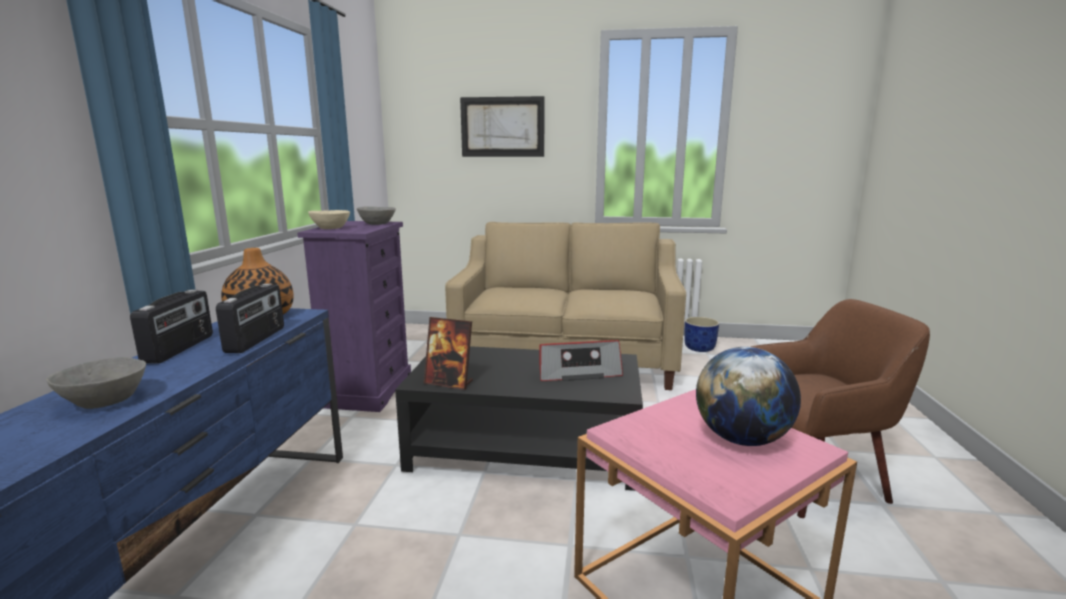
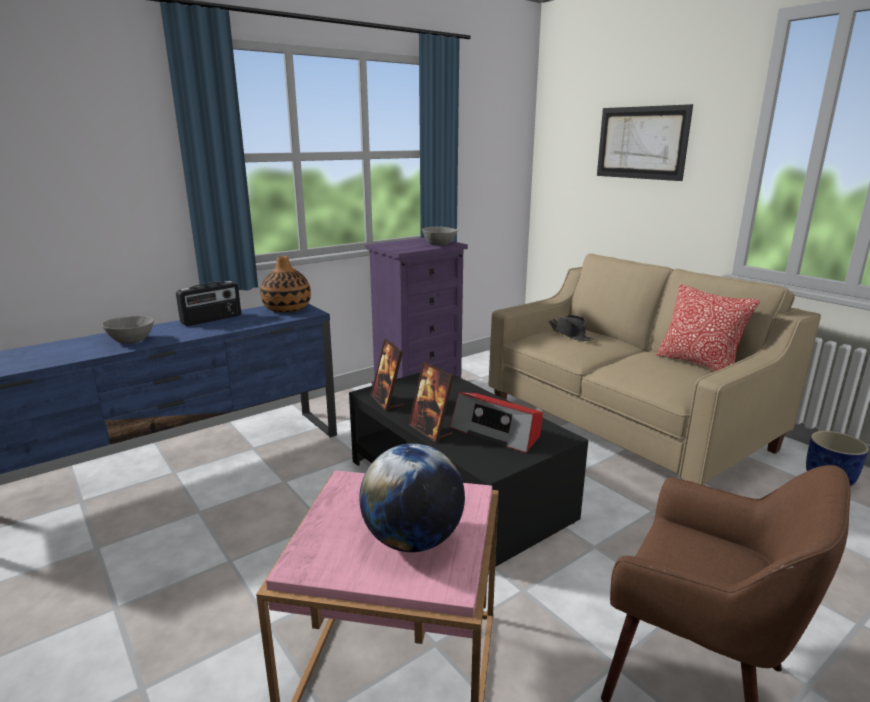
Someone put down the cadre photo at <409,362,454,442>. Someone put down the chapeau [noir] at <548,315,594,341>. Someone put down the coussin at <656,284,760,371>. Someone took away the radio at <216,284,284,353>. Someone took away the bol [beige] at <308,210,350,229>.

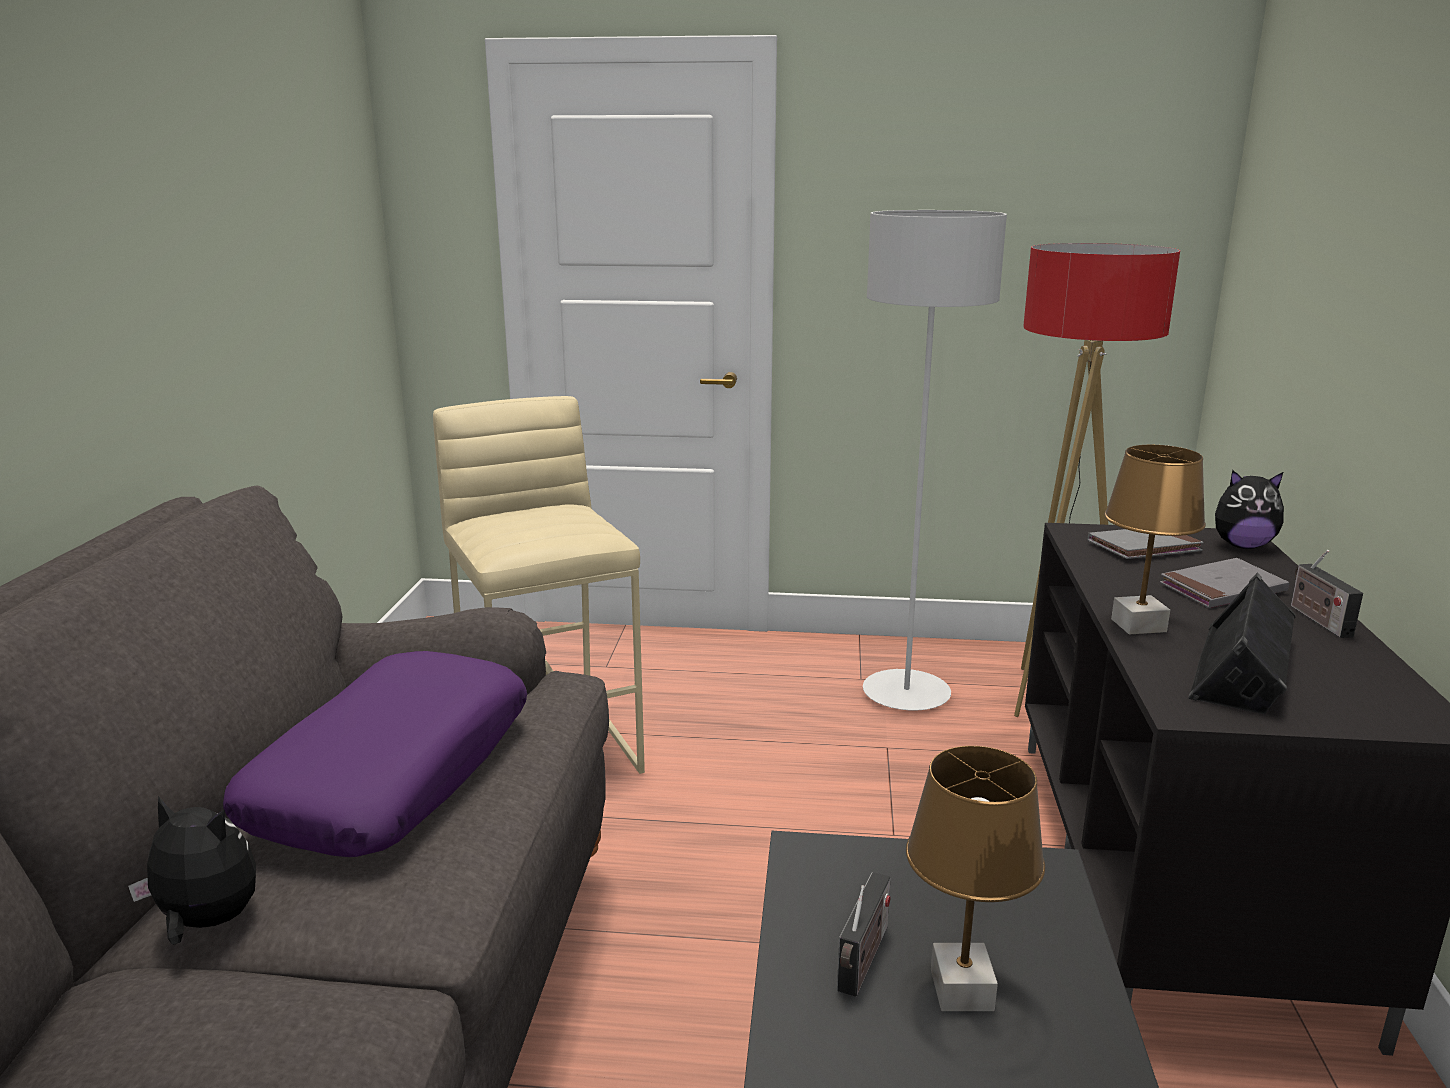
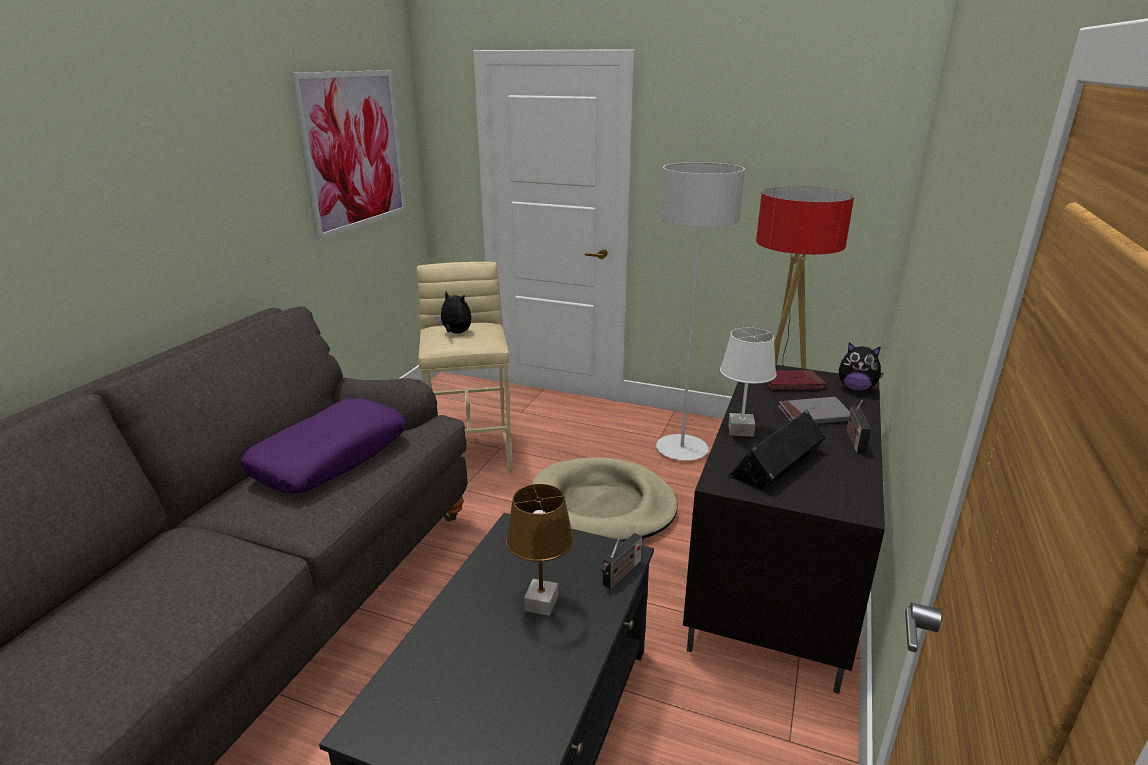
Someone put up the tableau at <290,70,406,240>. Someone carried the peluche from <128,796,256,945> to <435,292,472,334>. Someone put down the panier pour chien [beige] at <531,457,678,541>. Someone carried the radio from <837,872,891,997> to <602,533,642,589>. Someone repainted the lampe de table [marron] at <1104,445,1206,634>, which became the lampe de table [blanc] at <720,328,776,437>. Someone repainted the livre [gris] at <1088,529,1204,559>, which became the livre [rouge] at <766,370,827,390>.

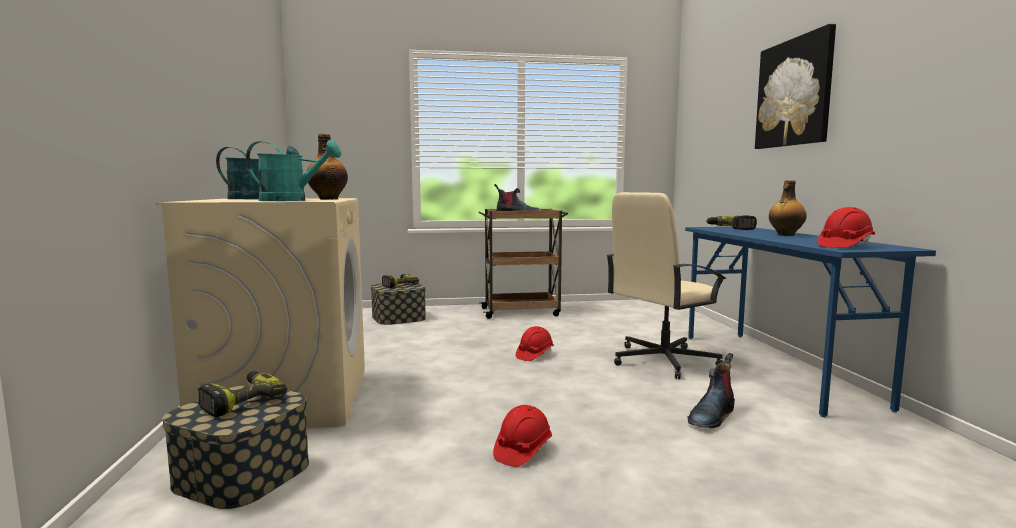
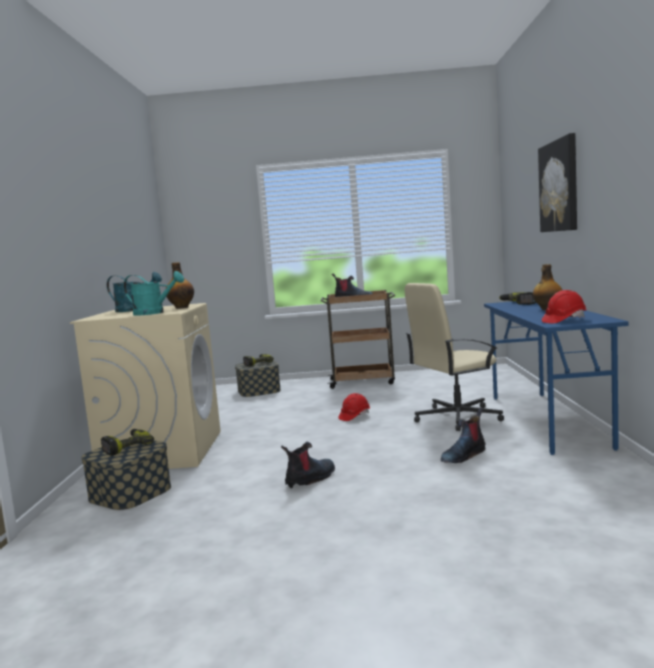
Someone swapped the casque de chantier [rouge] at <493,405,552,467> for the botte at <281,442,335,488>.

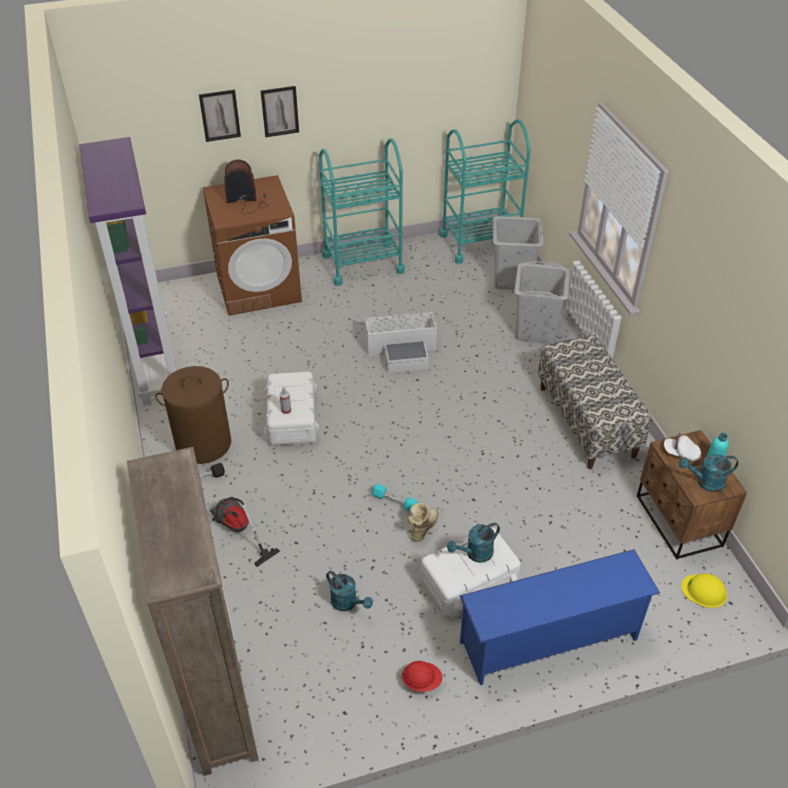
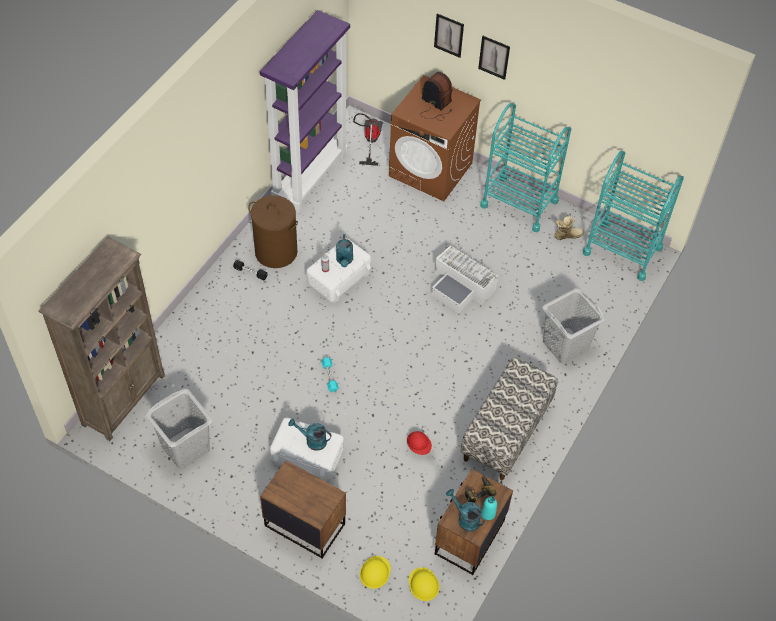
Someone carried the panier à linge [gris] from <493,216,544,290> to <145,388,213,469>. Someone swapped the étagère à chaussures [bleu] at <460,549,660,685> for the table de chevet [marron] at <260,460,346,559>. Someone carried the arrosoir [turquoise] from <326,571,373,611> to <336,234,353,267>. Someone carried the aspirateur from <210,497,280,567> to <353,113,383,166>. Someone put down the casque de chantier [jaune] at <360,556,391,589>. Someone carried the casque de chantier [rouge] from <402,661,443,692> to <407,431,432,455>. Someone swapped the casquette [blanc] at <664,433,701,461> for the perceuse at <465,475,497,503>. Someone carried the botte from <407,503,439,542> to <554,216,584,240>.

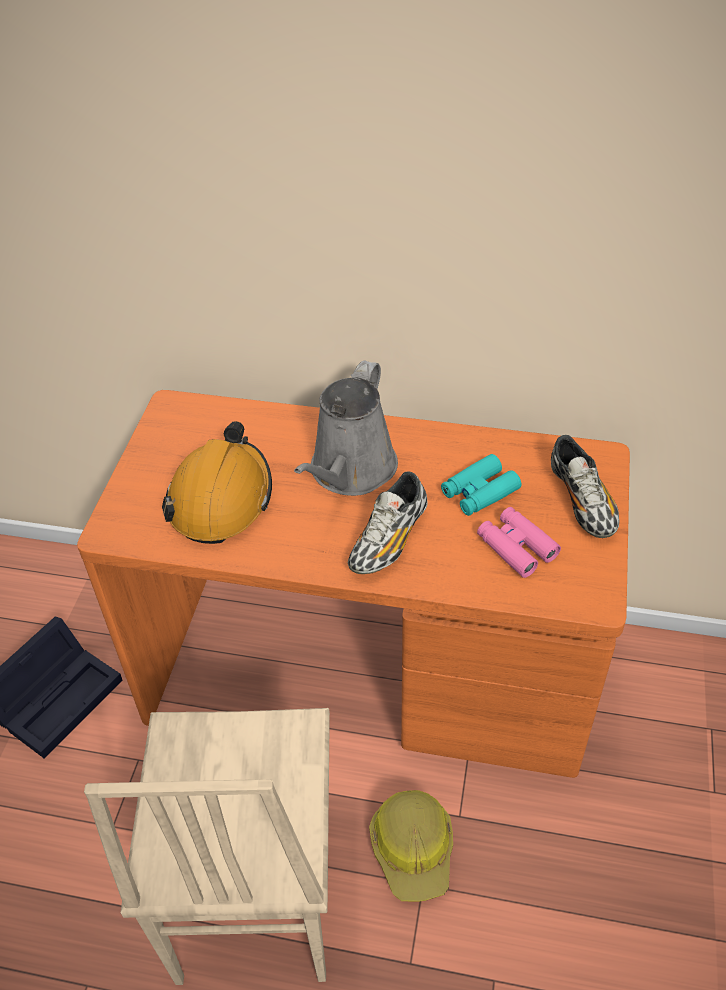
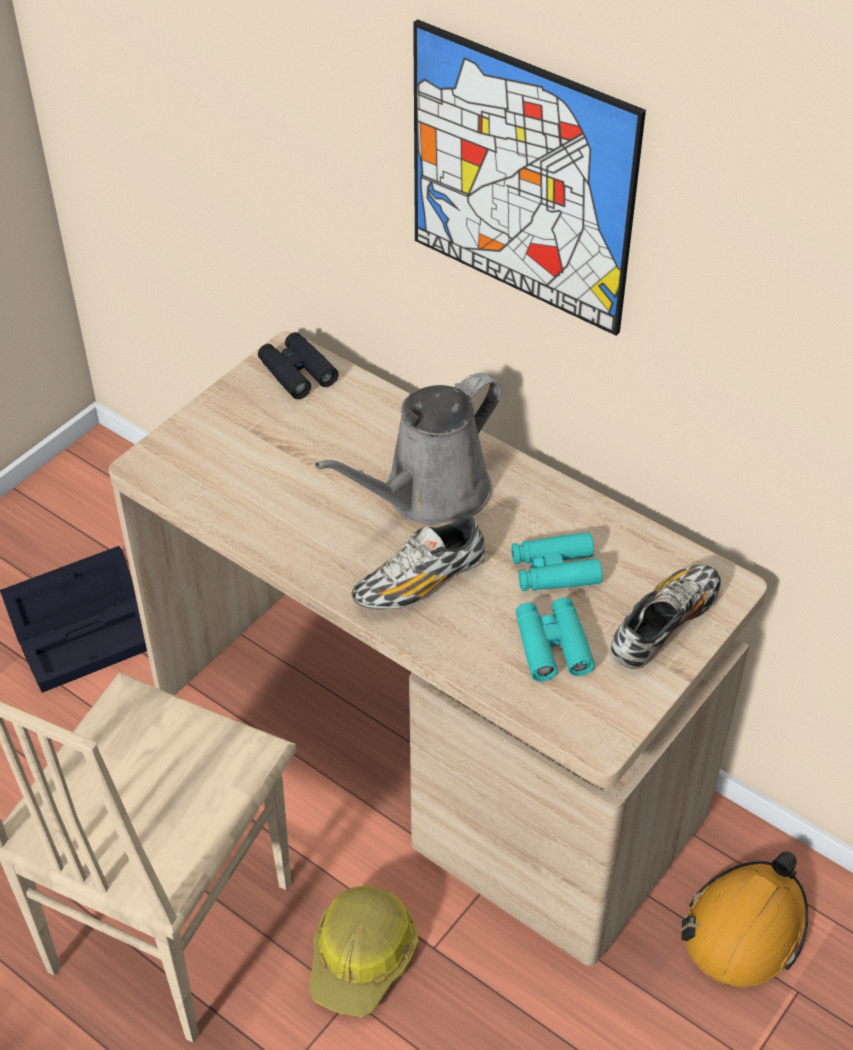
Someone repainted the bureau [orange] at <77,390,630,778>, which became the bureau [beige] at <108,331,767,967>. Someone put down the jumelles [noir] at <258,332,339,399>. Someone put up the tableau at <413,19,646,336>. Someone repainted the jumelles [rose] at <477,507,561,578>, which became the jumelles [turquoise] at <516,598,595,682>. Someone rotated the chaussure at <551,435,620,538> by 150 degrees counterclockwise. Someone carried the casque de chantier [orange] from <162,421,272,544> to <681,851,808,987>.

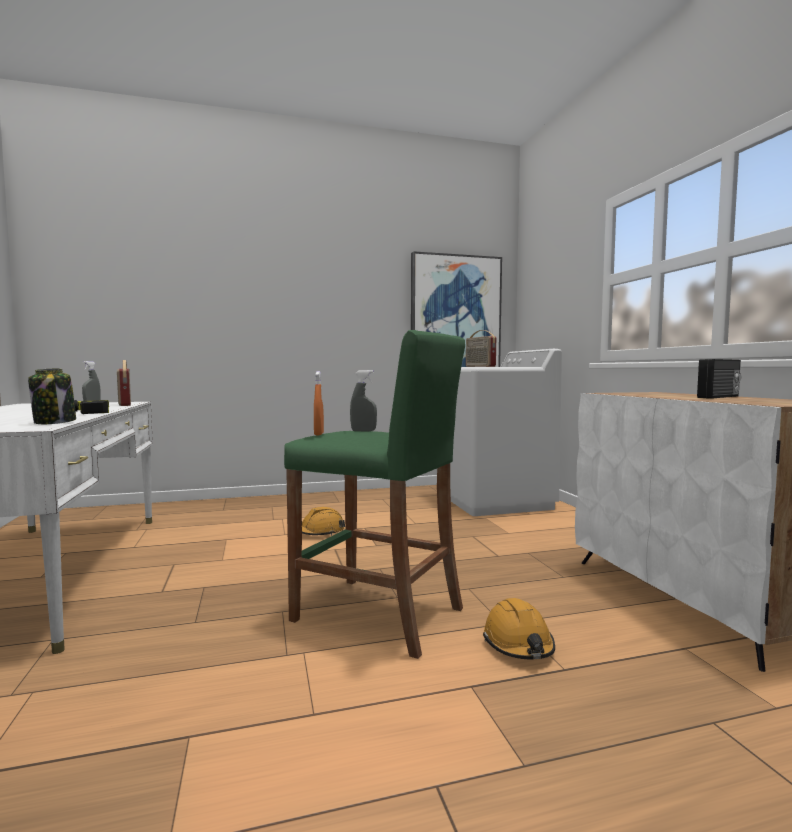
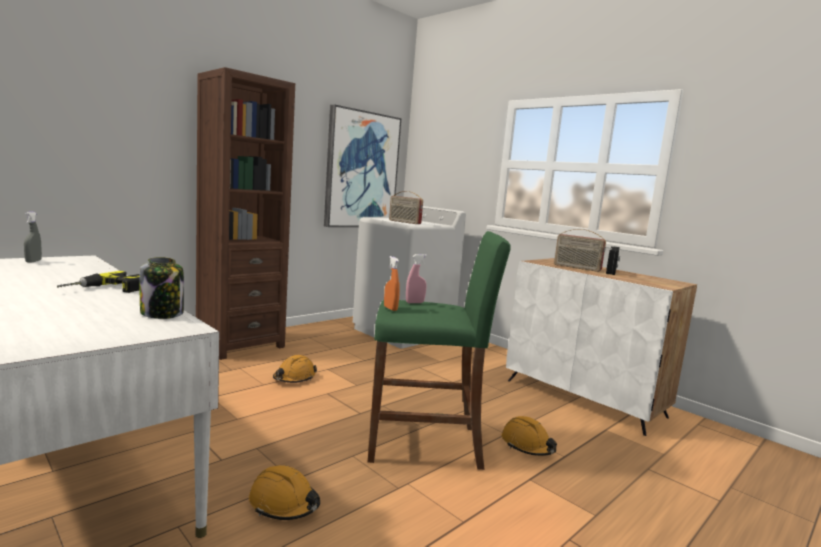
Someone put down the bibliothèque [marron] at <196,67,295,360>. Someone put down the casque de chantier [orange] at <249,465,320,520>. Someone repainted the vaporisateur [gris] at <350,370,377,431>, which became the vaporisateur [rose] at <406,254,427,303>. Someone carried the radio from <117,360,131,406> to <554,229,606,272>.

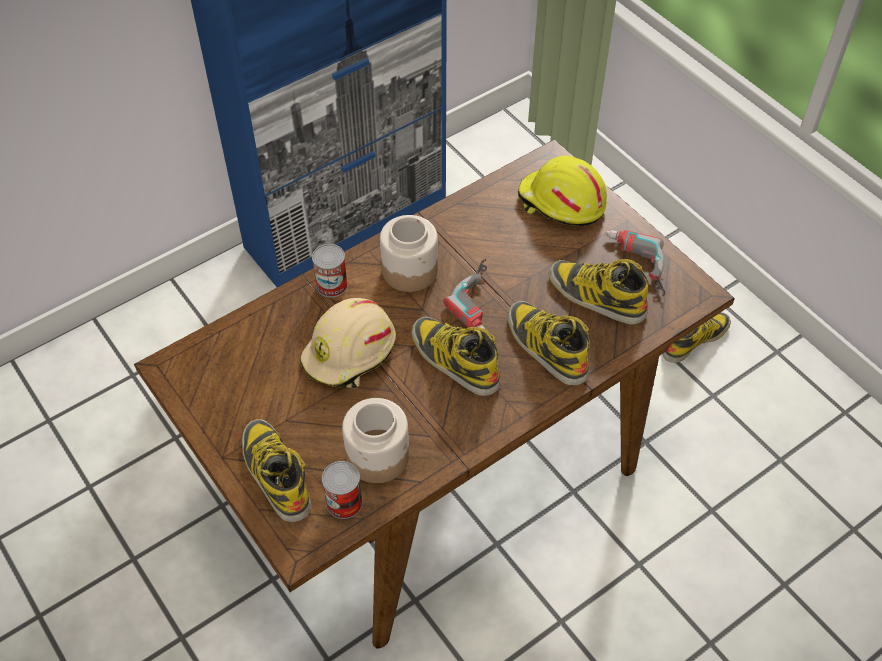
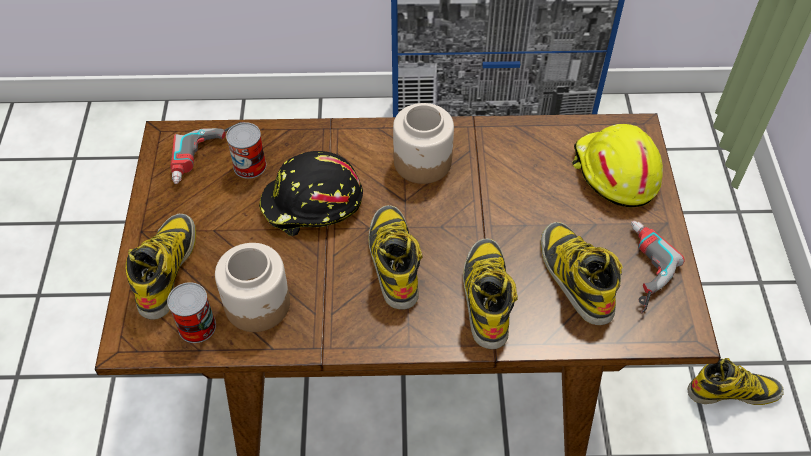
Someone carried the perceuse from <443,259,487,330> to <170,122,243,184>. Someone carried the boîte métallique from <312,244,348,297> to <226,122,266,179>. Someone repainted the casque de chantier [beige] at <300,298,396,389>, which became the casque de chantier [noir] at <259,151,363,236>.

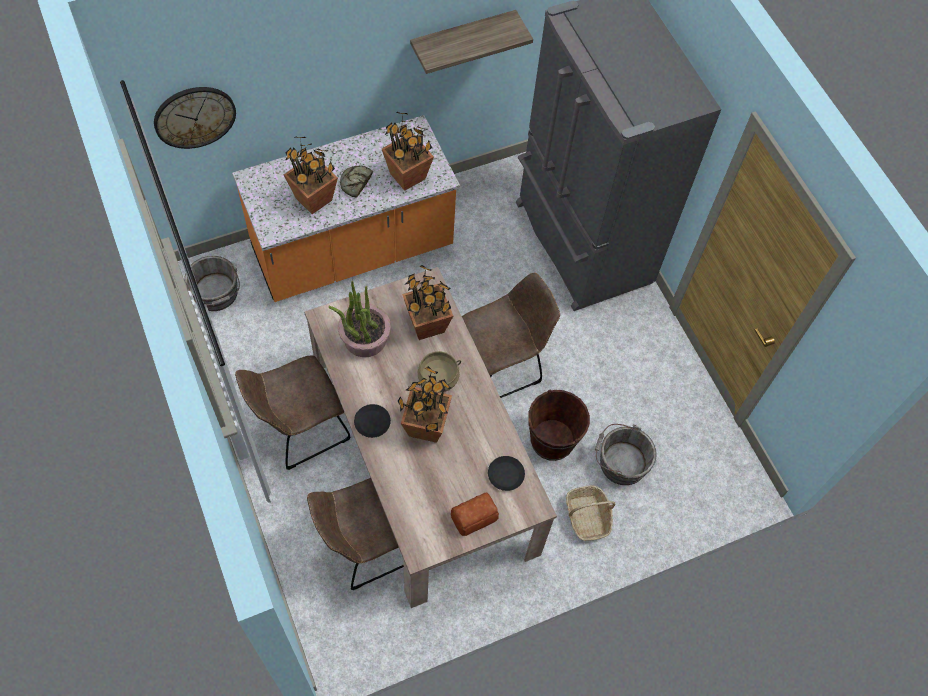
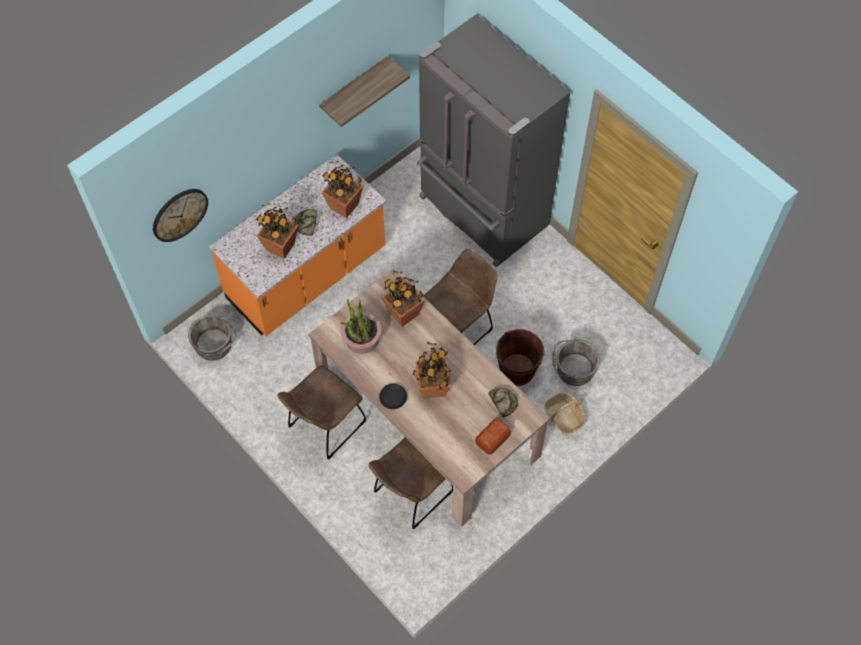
Someone swapped the assiette [noir] at <488,456,525,491> for the pain at <488,387,518,417>. Someone took away the marmite [beige] at <417,351,461,393>.

